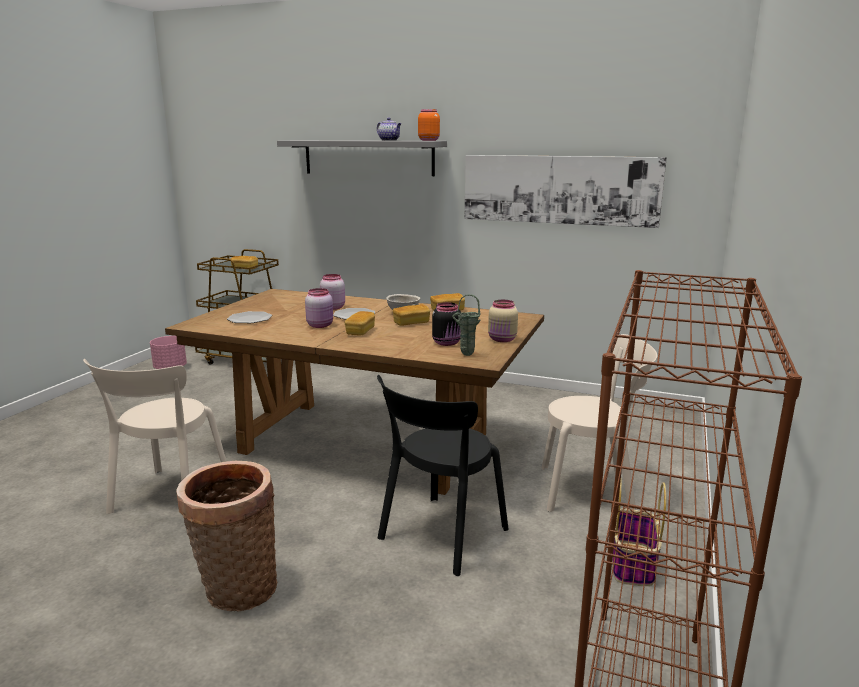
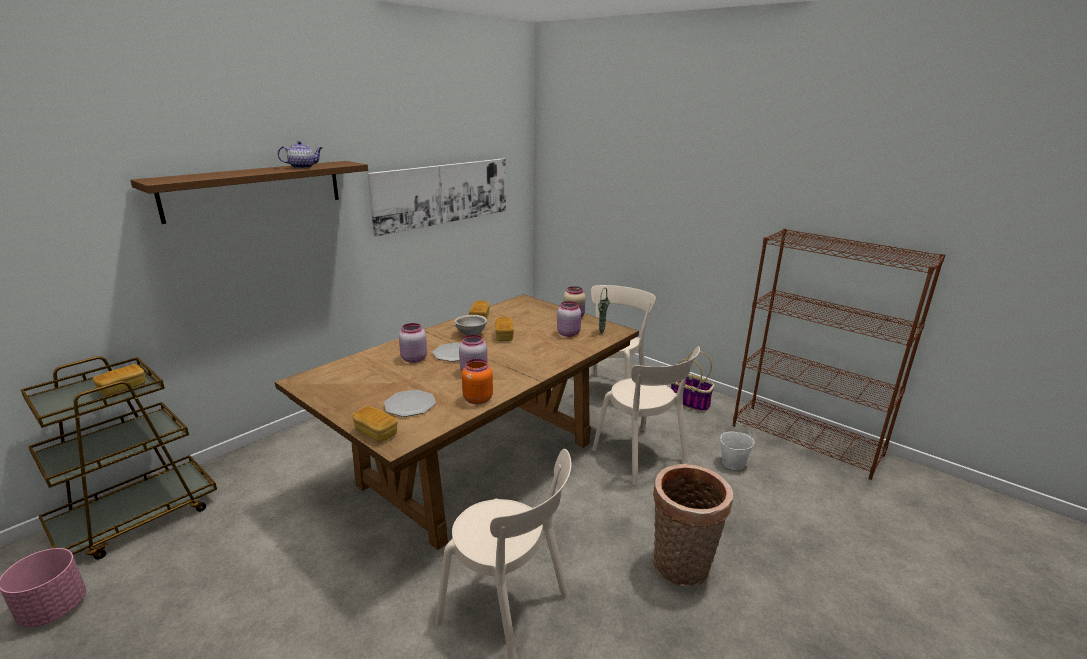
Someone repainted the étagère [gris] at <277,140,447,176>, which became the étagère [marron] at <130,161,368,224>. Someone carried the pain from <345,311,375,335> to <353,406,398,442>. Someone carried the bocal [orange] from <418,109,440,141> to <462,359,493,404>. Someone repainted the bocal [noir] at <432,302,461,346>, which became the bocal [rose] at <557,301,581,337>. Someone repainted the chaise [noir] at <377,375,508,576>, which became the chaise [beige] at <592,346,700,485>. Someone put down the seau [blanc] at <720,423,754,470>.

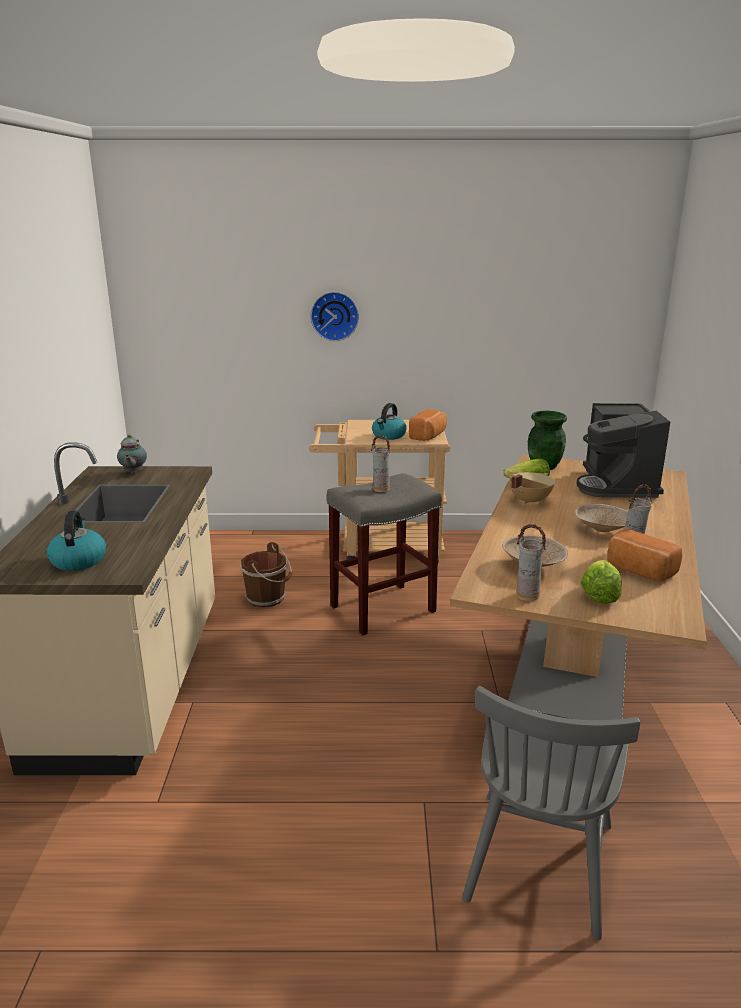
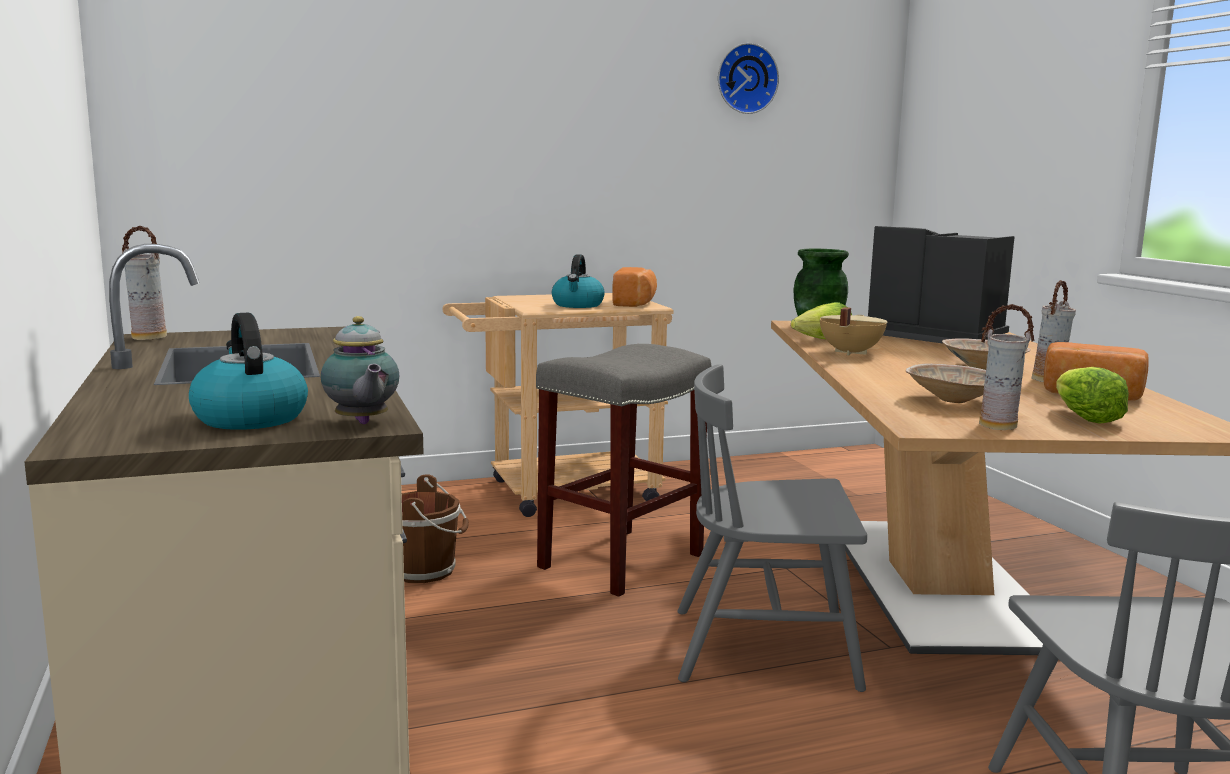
Someone carried the vase from <371,435,390,492> to <122,226,167,340>. Someone carried the théière from <117,434,147,474> to <321,316,400,424>. Someone put down the chaise [gris] at <678,365,867,692>. Someone carried the horloge murale from <311,292,359,341> to <718,43,779,114>. Someone rotated the machine à café at <577,403,670,498> by 150 degrees clockwise.

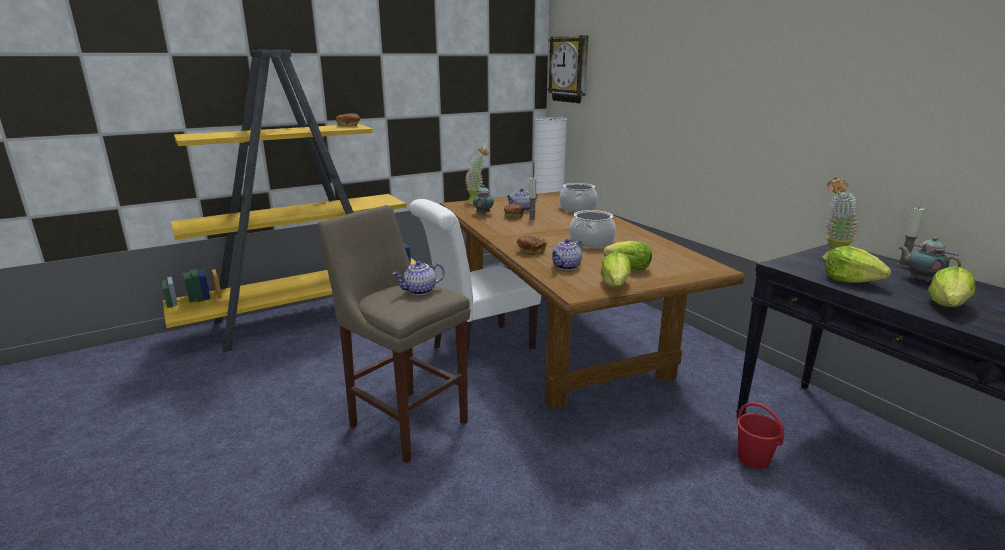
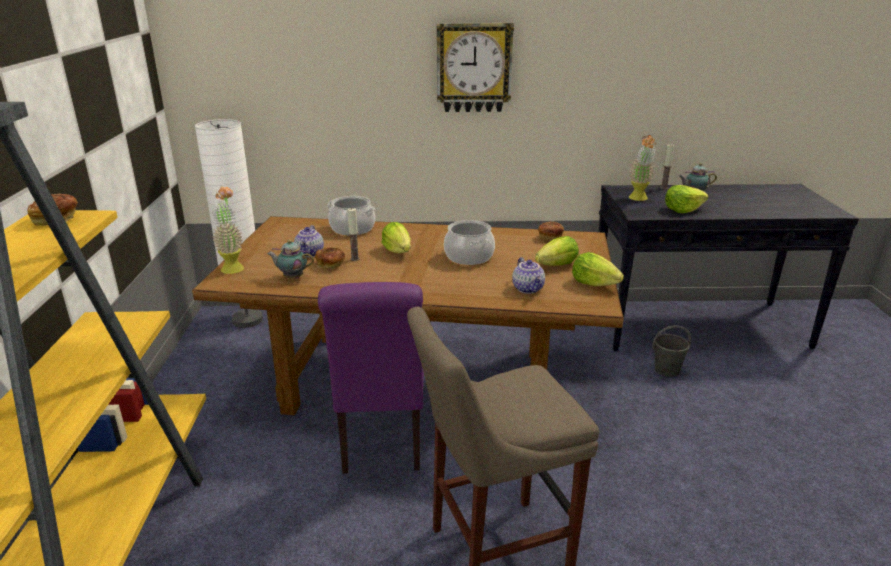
Someone repainted the chaise [blanc] at <409,199,541,356>, which became the chaise [violet] at <318,282,424,473>. Someone carried the laitue from <928,266,976,307> to <382,222,411,253>. Someone carried the horloge murale from <547,35,588,103> to <437,23,514,112>. Someone carried the pain from <517,236,547,255> to <538,221,564,241>. Someone repainted the seau [rouge] at <737,402,784,469>, which became the seau [gris] at <652,325,691,377>. Someone took away the théière at <393,261,445,295>.

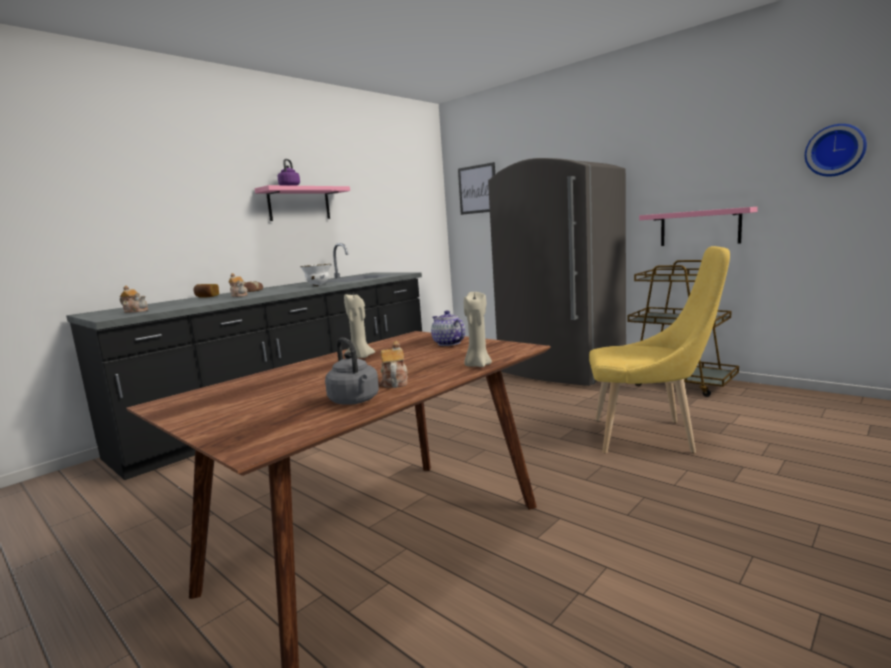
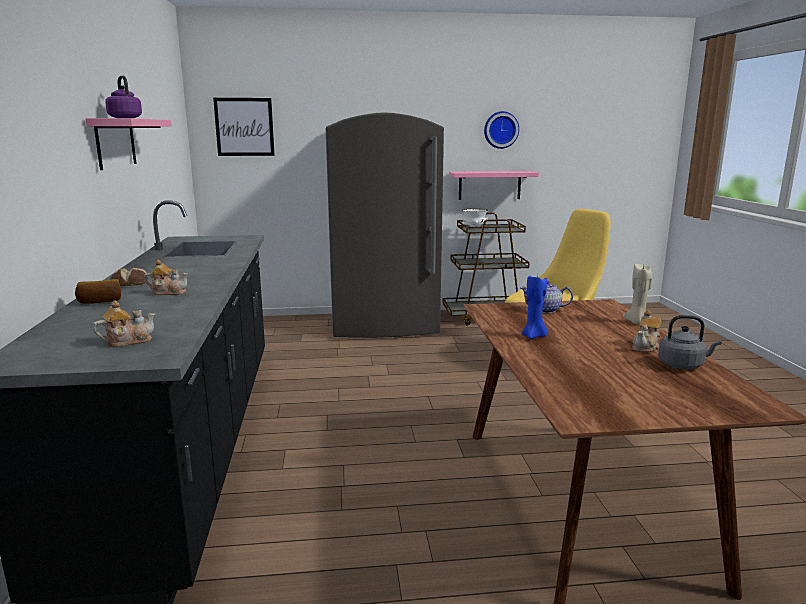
Someone carried the bol [blanc] from <300,264,332,286> to <462,208,488,227>. Someone carried the horloge murale from <805,124,867,177> to <484,111,519,149>. Someone repainted the bougie [beige] at <344,294,375,358>, which became the bougie [bleu] at <522,274,547,339>. Someone rotated the théière at <380,341,408,388> by 90 degrees counterclockwise.

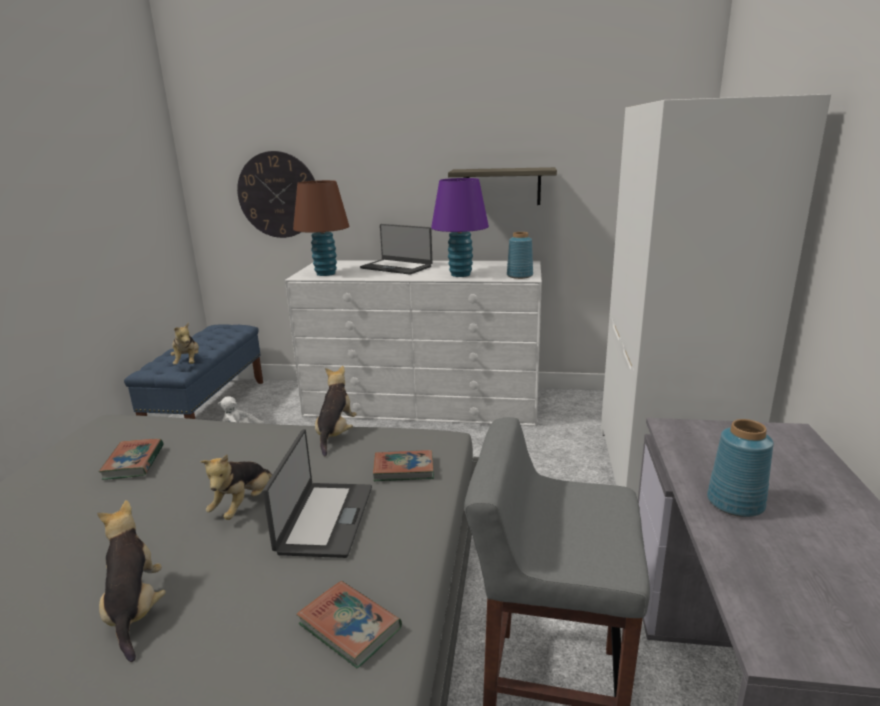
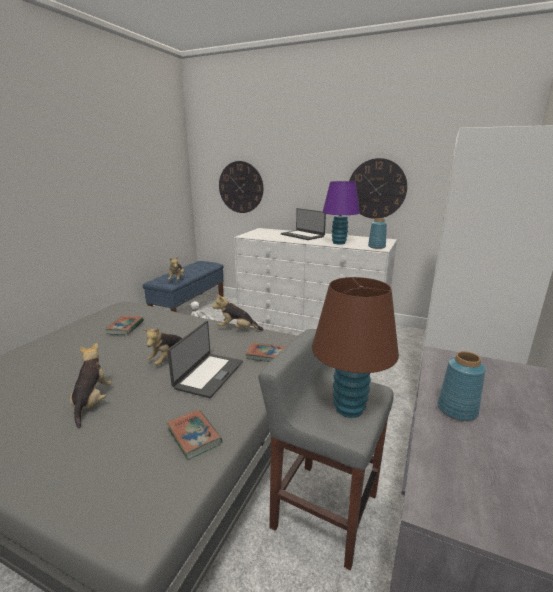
Someone rotated the peluche at <315,366,357,457> by 105 degrees counterclockwise. Someone carried the lampe de table [marron] from <293,180,349,276> to <312,277,399,418>. Someone swapped the étagère at <448,167,557,205> for the horloge murale at <349,158,407,219>.

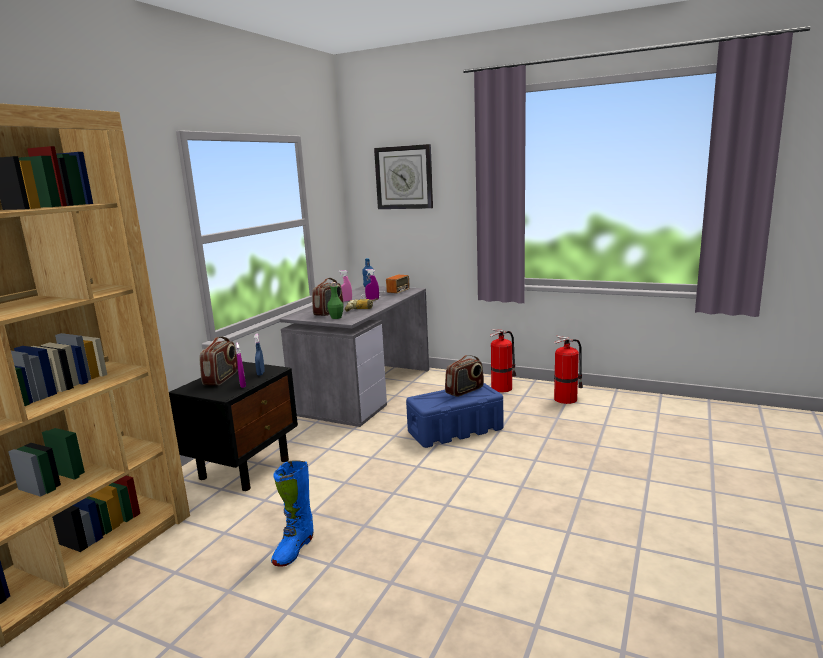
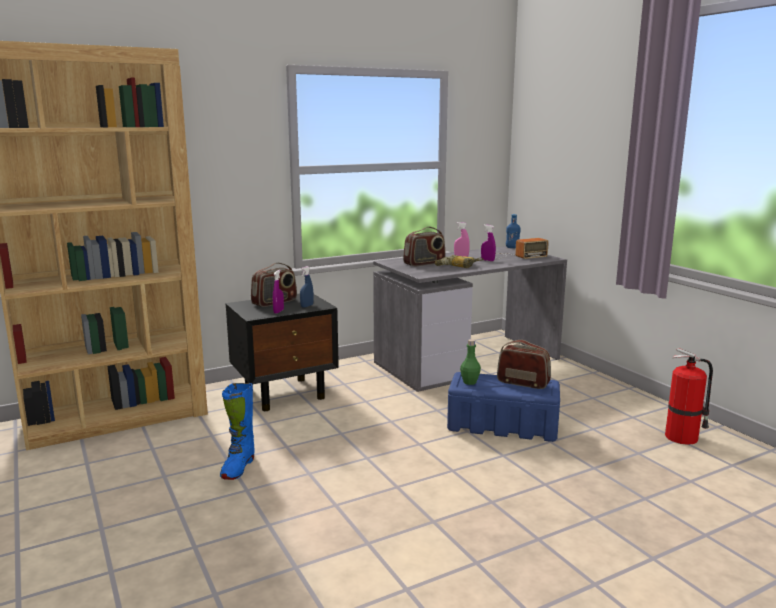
Someone rotated the botte [bleu] at <271,460,314,567> by 45 degrees counterclockwise. Someone carried the bouteille [vert] from <327,282,344,319> to <460,339,481,385>. Someone rotated the radio at <445,355,484,397> by 150 degrees counterclockwise. Someone took away the horloge murale at <374,144,433,209>. Someone took away the extincteur at <490,329,516,392>.

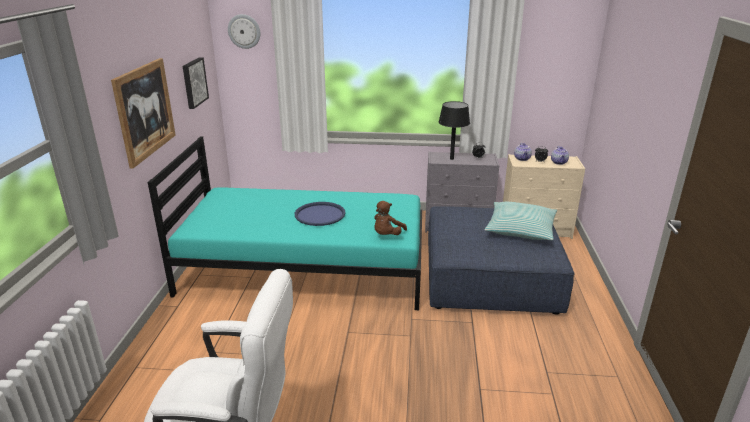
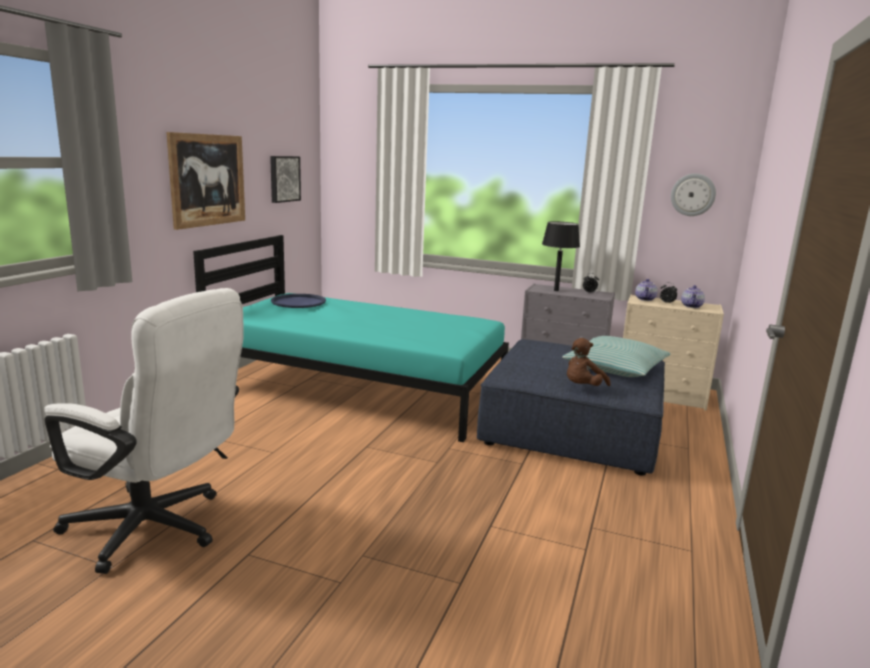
Someone carried the plateau [bleu] from <295,202,346,226> to <271,294,326,308>. Someone carried the peluche [marron] from <374,201,407,235> to <567,338,610,386>. Someone carried the horloge murale from <228,14,261,49> to <671,173,716,216>.

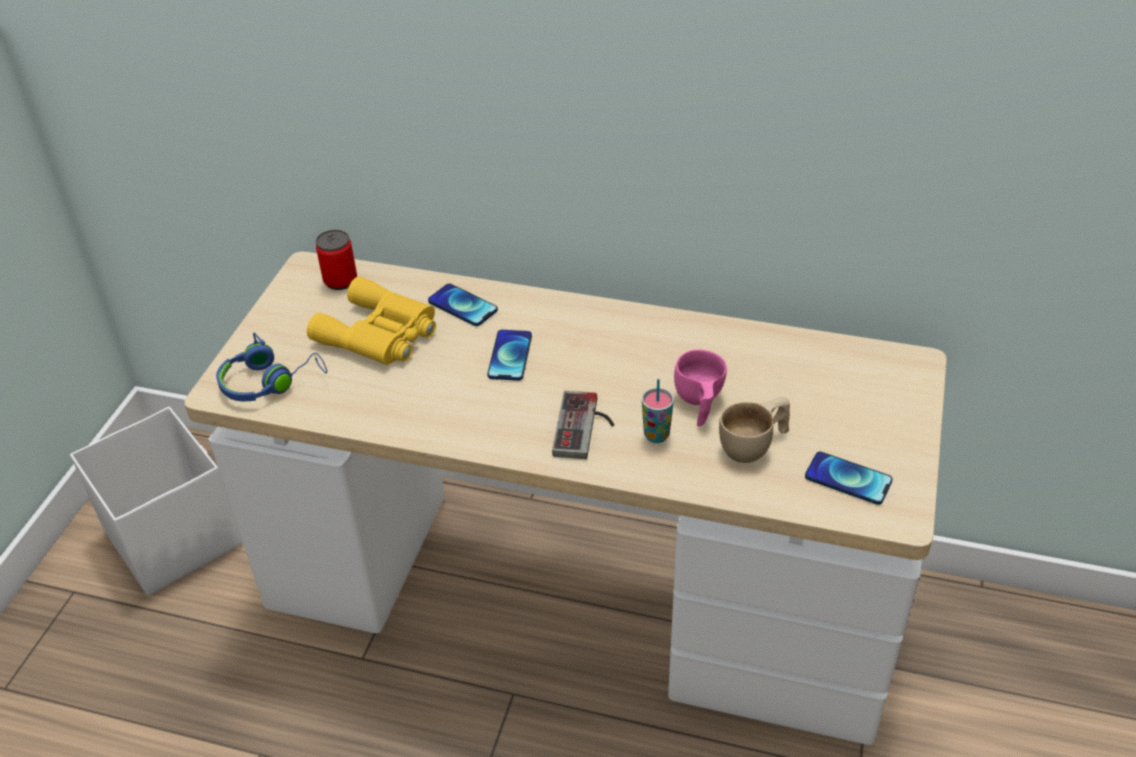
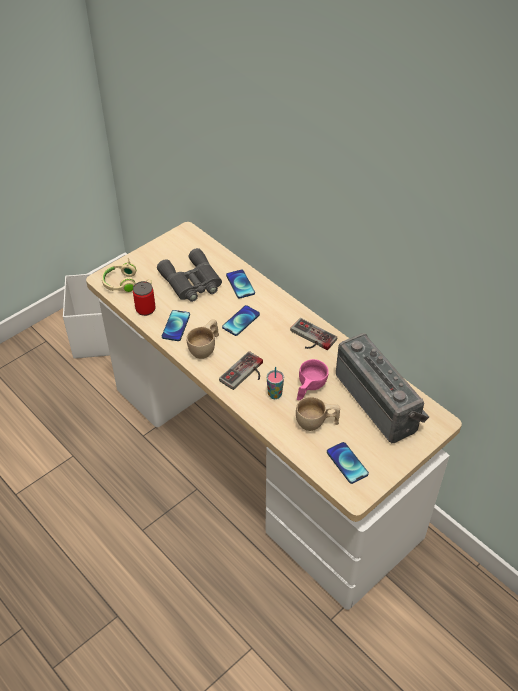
Someone repainted the casque audio [bleu] at <216,333,327,401>, which became the casque audio [beige] at <102,258,152,293>. Someone carried the boîte métallique from <316,230,357,290> to <133,281,156,316>. Someone repainted the jumelles [jaune] at <307,277,436,365>, which became the jumelles [gris] at <157,248,222,302>. Someone put down the téléphone at <162,310,190,341>. Someone put down the tasse [beige] at <186,319,219,359>. Someone put down the manette at <290,318,337,350>. Someone put down the radio at <336,333,429,443>.

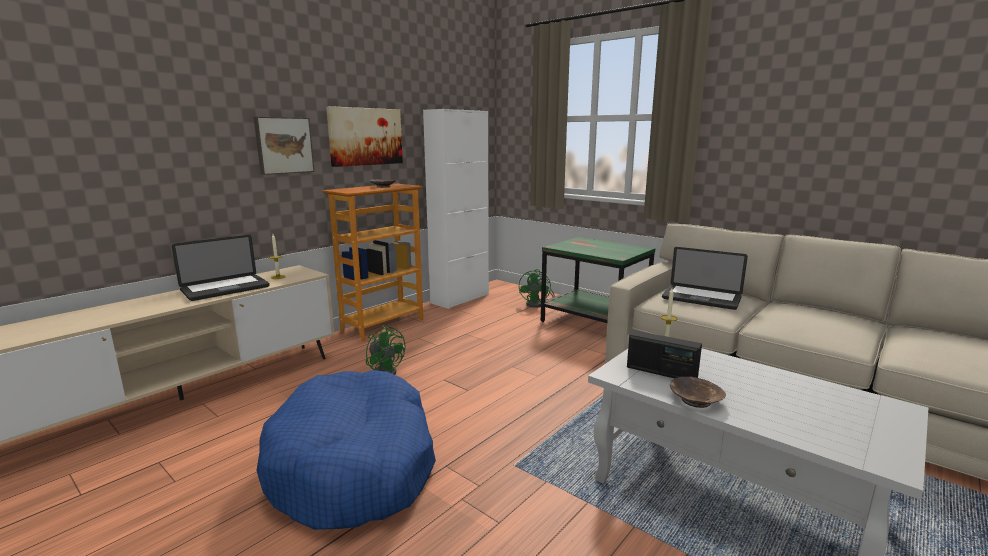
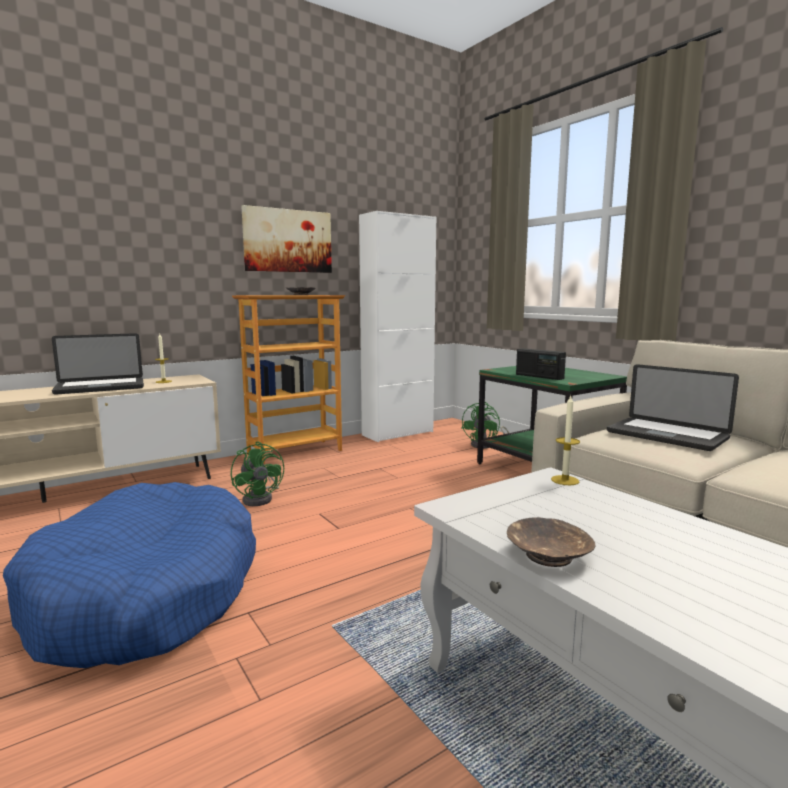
Someone carried the radio from <627,330,702,378> to <516,348,566,380>. Someone took away the tableau at <254,117,315,175>.

